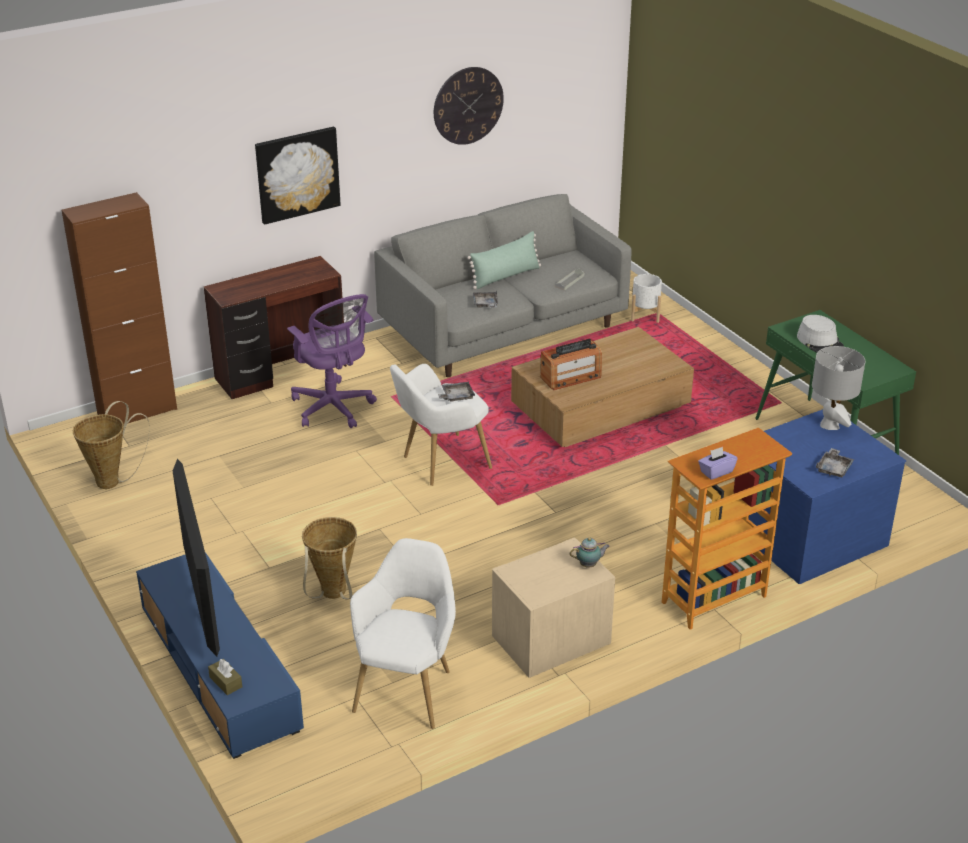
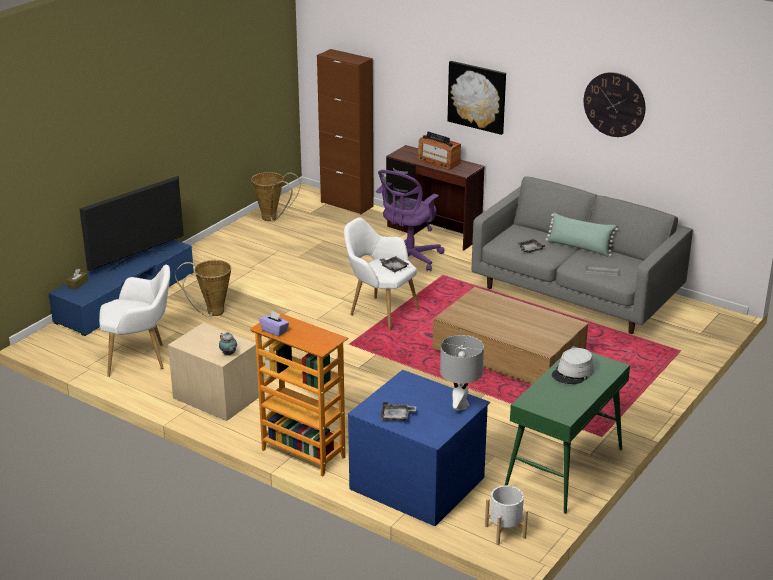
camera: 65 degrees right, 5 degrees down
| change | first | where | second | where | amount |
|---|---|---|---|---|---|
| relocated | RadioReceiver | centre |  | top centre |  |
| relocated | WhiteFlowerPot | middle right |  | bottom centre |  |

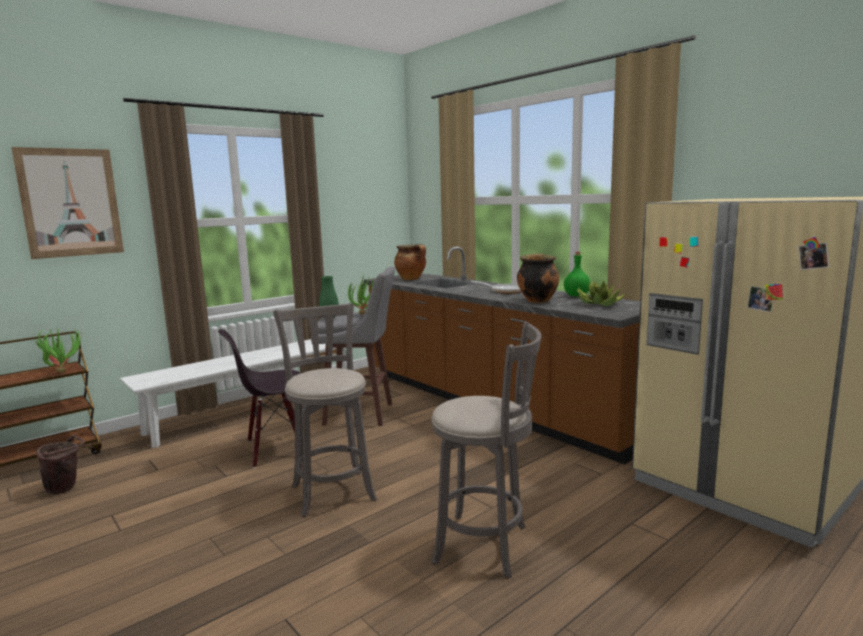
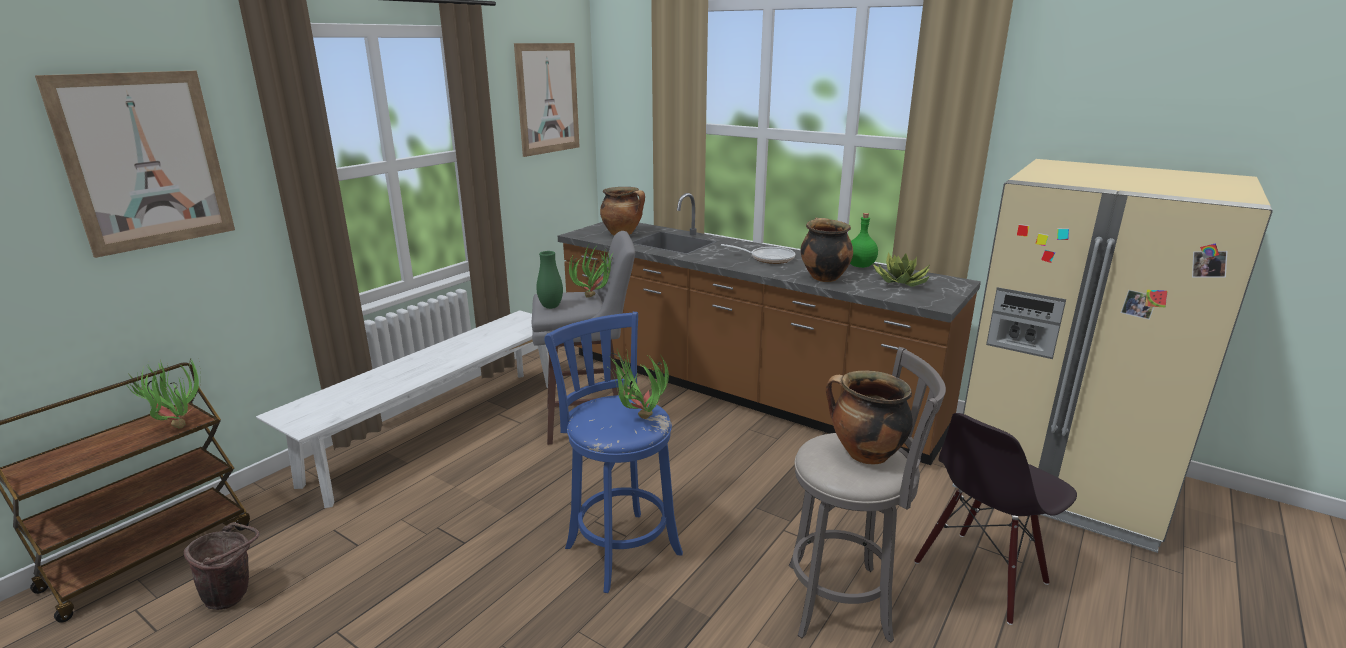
camera: 15 degrees left, 10 degrees up
| change | first | where | second | where | amount |
|---|---|---|---|---|---|
| appeared |  |  | WallArt (no. 2 from left) | top centre |  |
| colour | GrayStool (no. 1 from left) | centre | BlueColouredStool | bottom centre |  |
| appeared |  |  | PlantInAPot (no. 3 from left) | centre |  |
| appeared |  |  | CookingPot (no. 3 from left) | centre |  |
| relocated | BlackishUprightChair | middle left |  | bottom right |  |

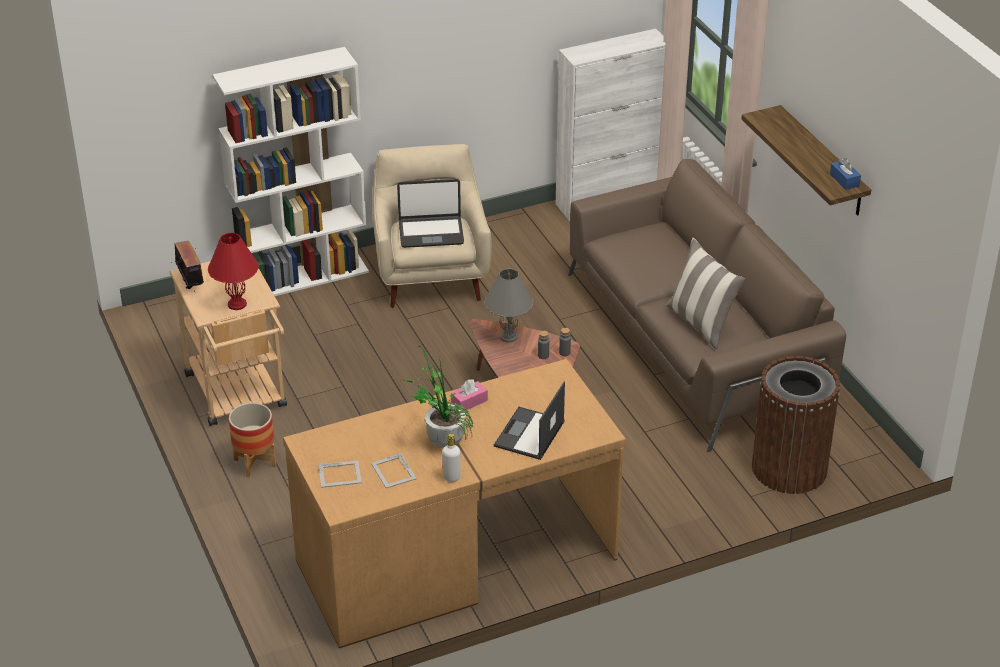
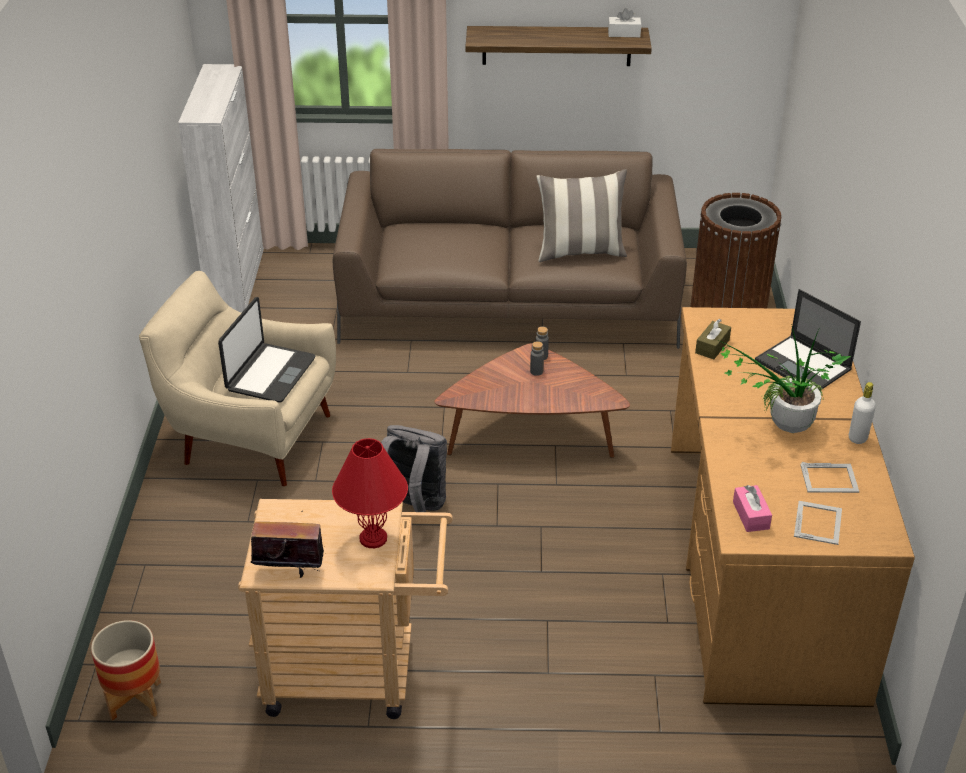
camera: 65 degrees left, 0 degrees up
| change | first | where | second | where | amount |
|---|---|---|---|---|---|
| relocated | FlowerPot | middle left |  | bottom left |  |
| appeared |  |  | GrayRucksack | centre |  |
| colour | BlueColouredBoxOfTissues | top right | WhiteBoxOfTissues | top centre |  |
| appeared |  |  | BrownColouredBoxOfTissues | middle right |  |
| relocated | PinkishBoxOfTissues | centre |  | middle right |  |
| missing | WhiteBookcase | top left |  |  |  |
| missing | GrayTabletopLamp | centre |  |  |  |

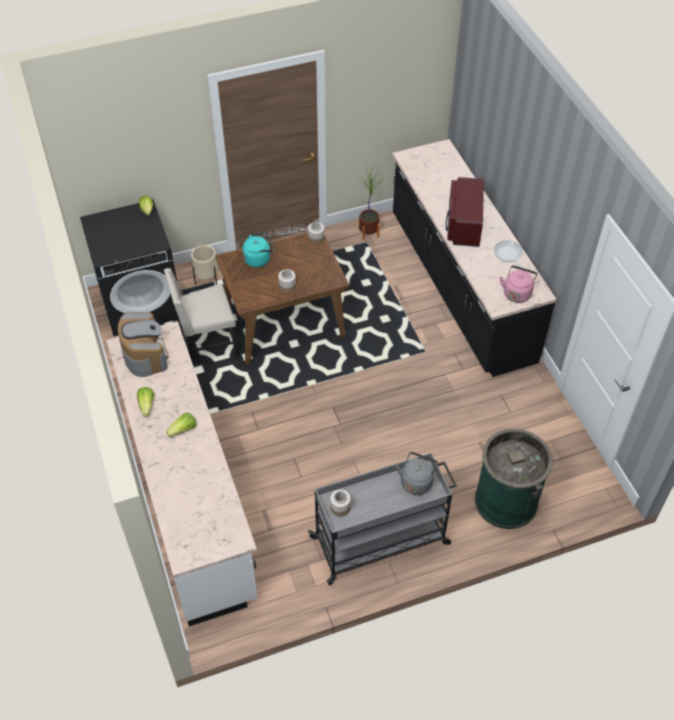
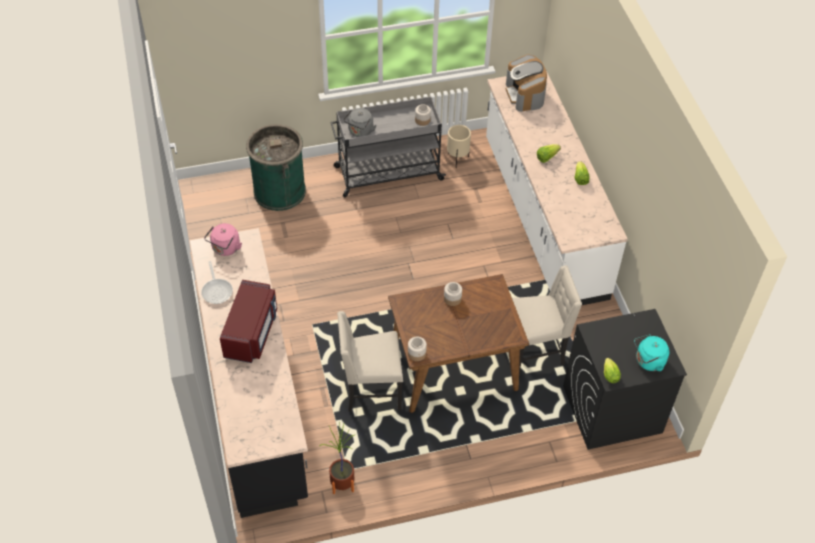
camera: 175 degrees left, 0 degrees up
| change | first | where | second | where | amount |
|---|---|---|---|---|---|
| appeared |  |  | BeigeUprightChair (no. 1 from left) | centre |  |
| relocated | BeigeFlowerPot | middle left |  | top centre |  |
| relocated | CoffeeBrewer | middle left |  | top centre |  |
| relocated | TurquoiseColouredKettle | centre |  | middle right |  |

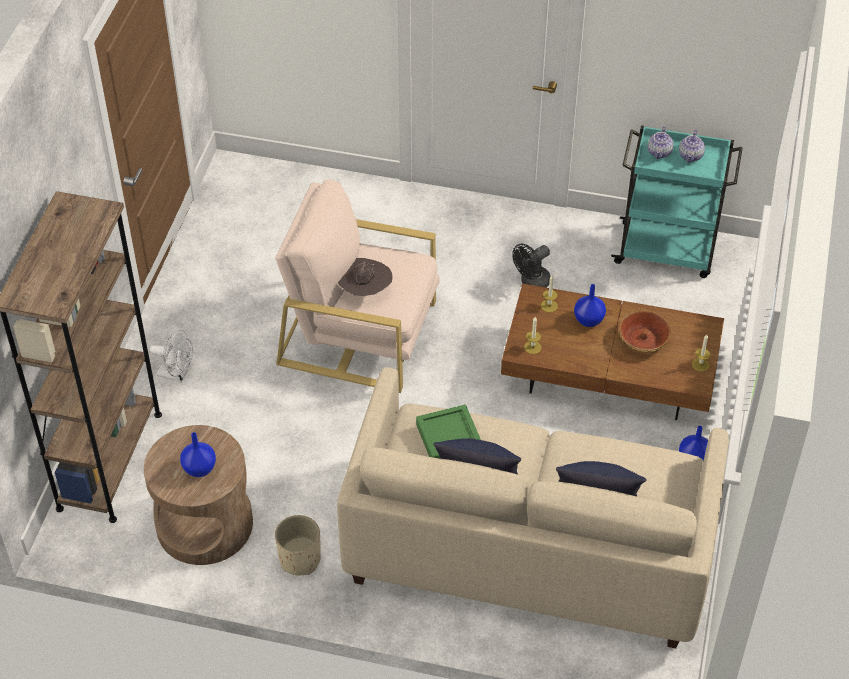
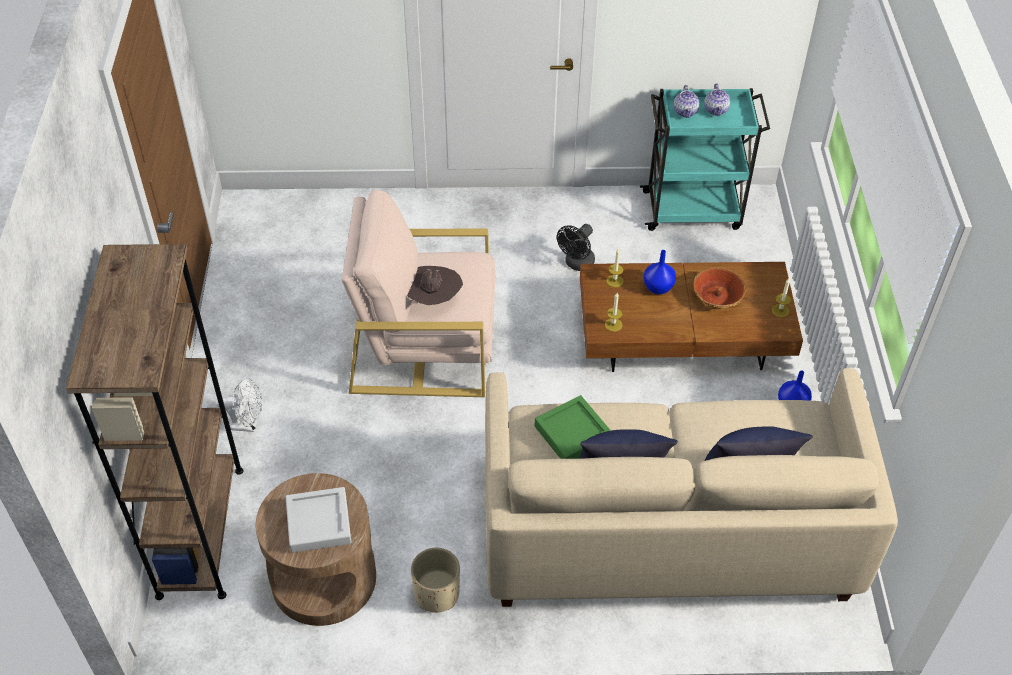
camera: 15 degrees left, 0 degrees up
| change | first | where | second | where | amount |
|---|---|---|---|---|---|
| exchanged | BlueColouredDecorativeVase (no. 1 from left) | bottom left | GrayCarryingTray | bottom left |  |

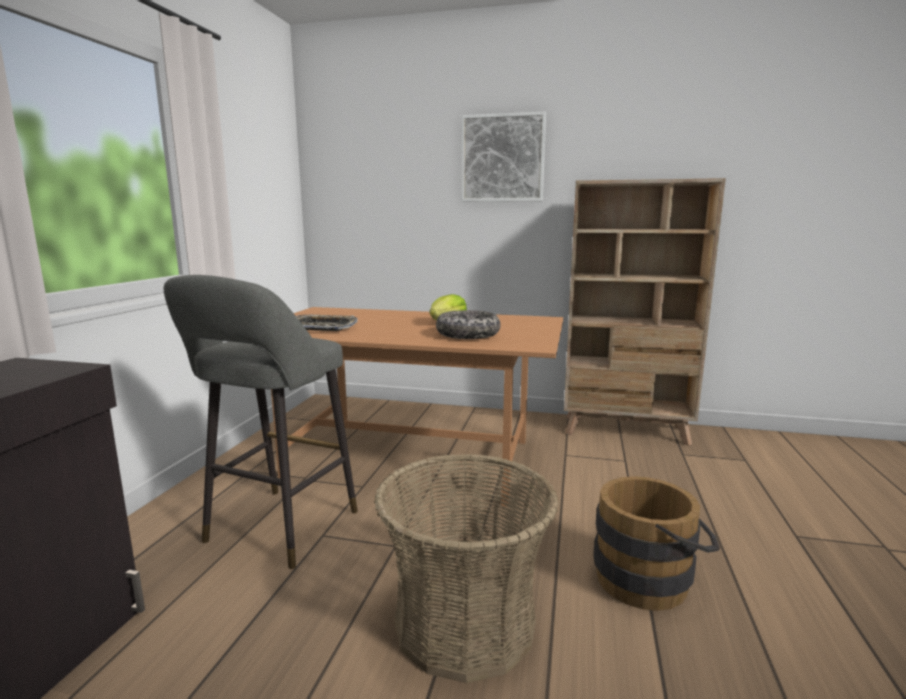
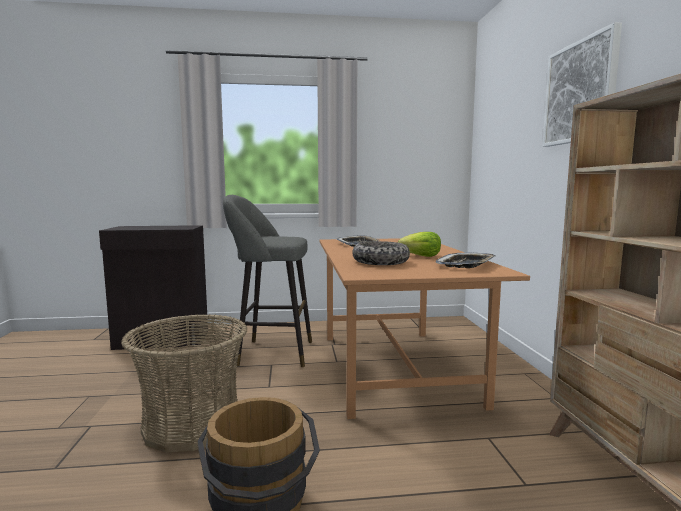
camera: 70 degrees right, 5 degrees down
| change | first | where | second | where | amount |
|---|---|---|---|---|---|
| appeared |  |  | CarryingTray (no. 2 from left) | middle right |  |

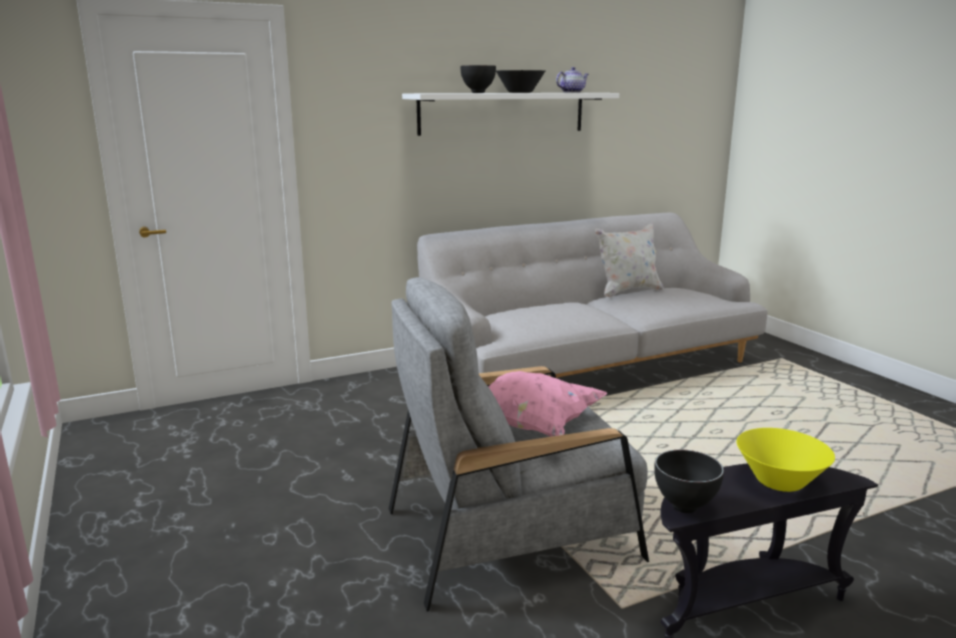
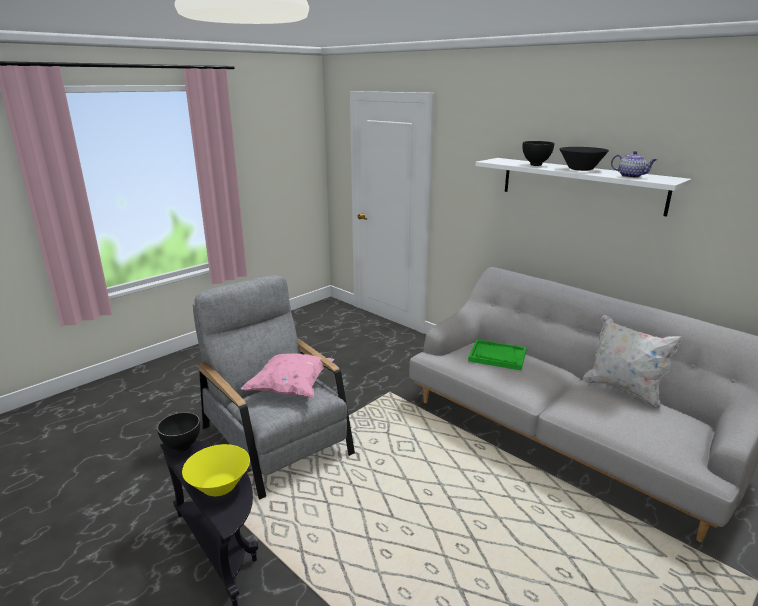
camera: 70 degrees right, 5 degrees up
| change | first | where | second | where | amount |
|---|---|---|---|---|---|
| appeared |  |  | GreenishCarryingTray | centre |  |

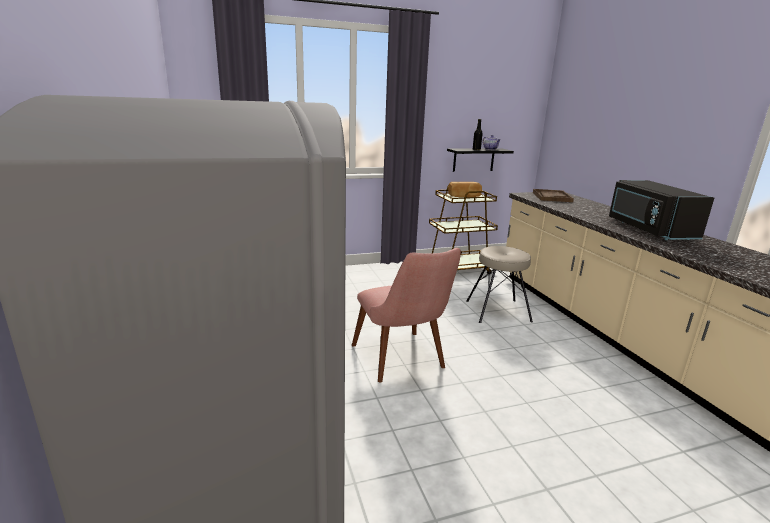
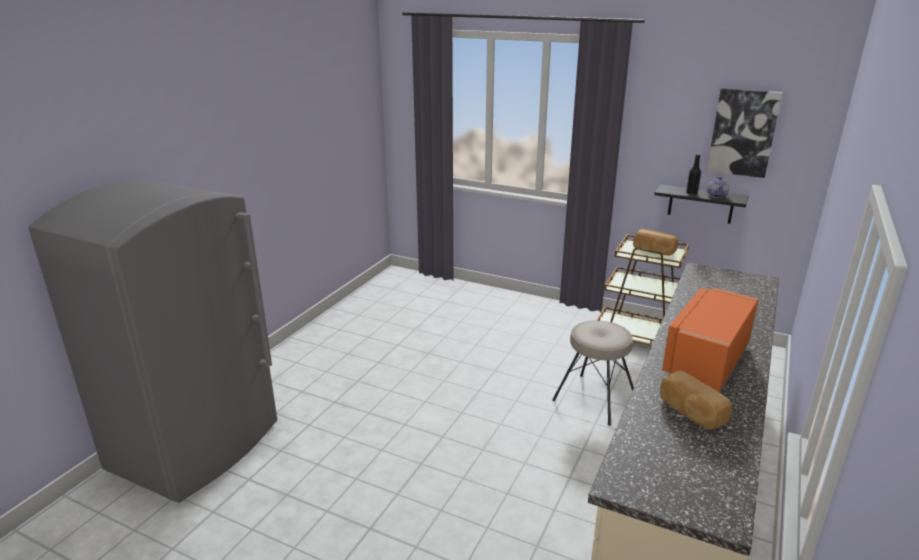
camera: 45 degrees right, 5 degrees up
| change | first | where | second | where | amount |
|---|---|---|---|---|---|
| appeared |  |  | BakeryBread (no. 2 from left) | bottom right |  |
| colour | BlackishMicrowaveOven | middle right | OrangeColouredMicrowaveOven | middle right |  |
| appeared |  |  | WallArt | top right |  |
| missing | PinkishUprightChair | centre |  |  |  |
| missing | BrownColouredCarryingTray | middle right |  |  |  |

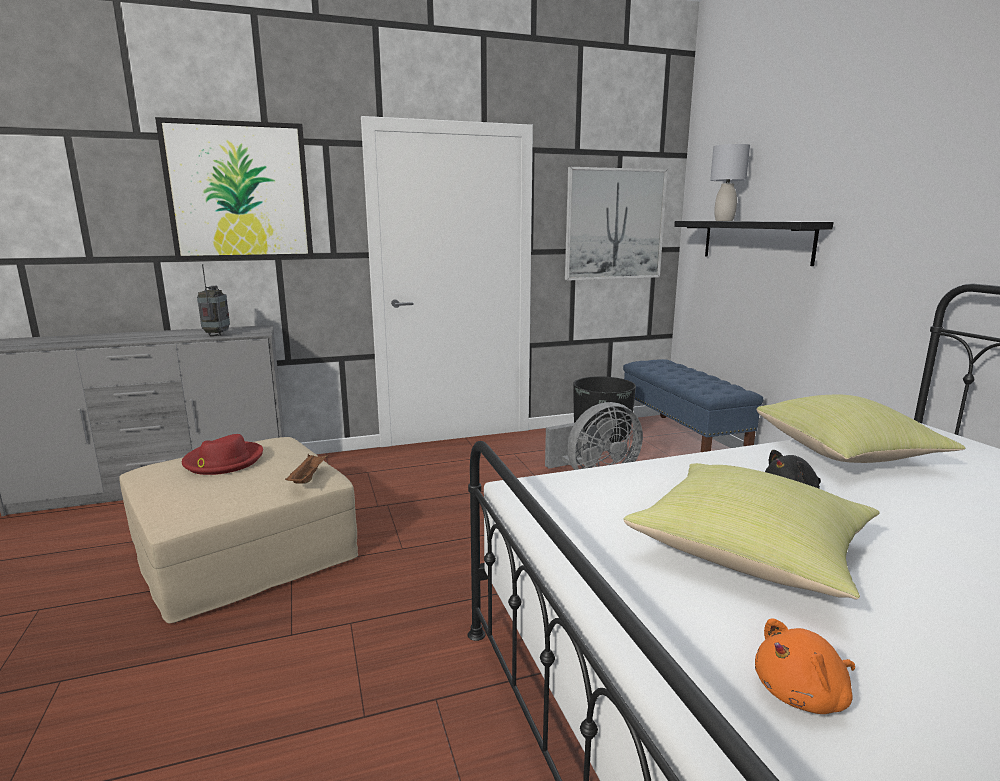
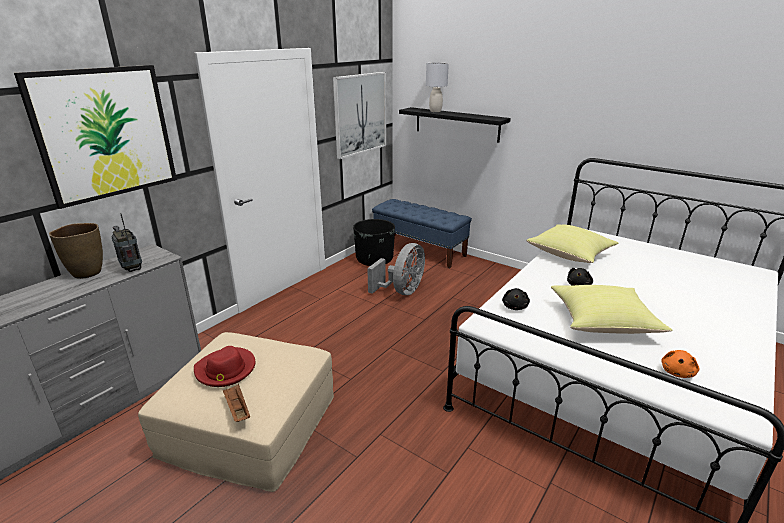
camera: 35 degrees left, 10 degrees up
| change | first | where | second | where | amount |
|---|---|---|---|---|---|
| appeared |  |  | BrownColouredDecorativeVase | middle left |  |
| relocated | BrownColouredCarryingTray | middle left |  | bottom left |  |
| appeared |  |  | BlackishCuddlyToy (no. 1 from left) | centre |  |

